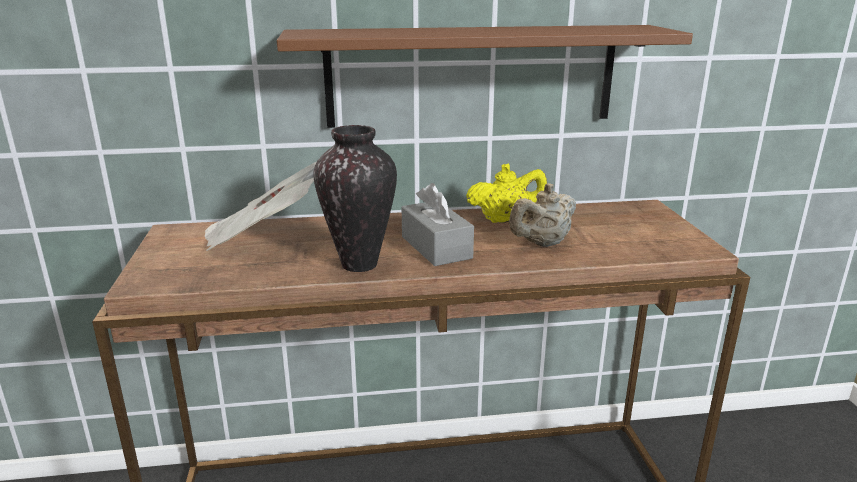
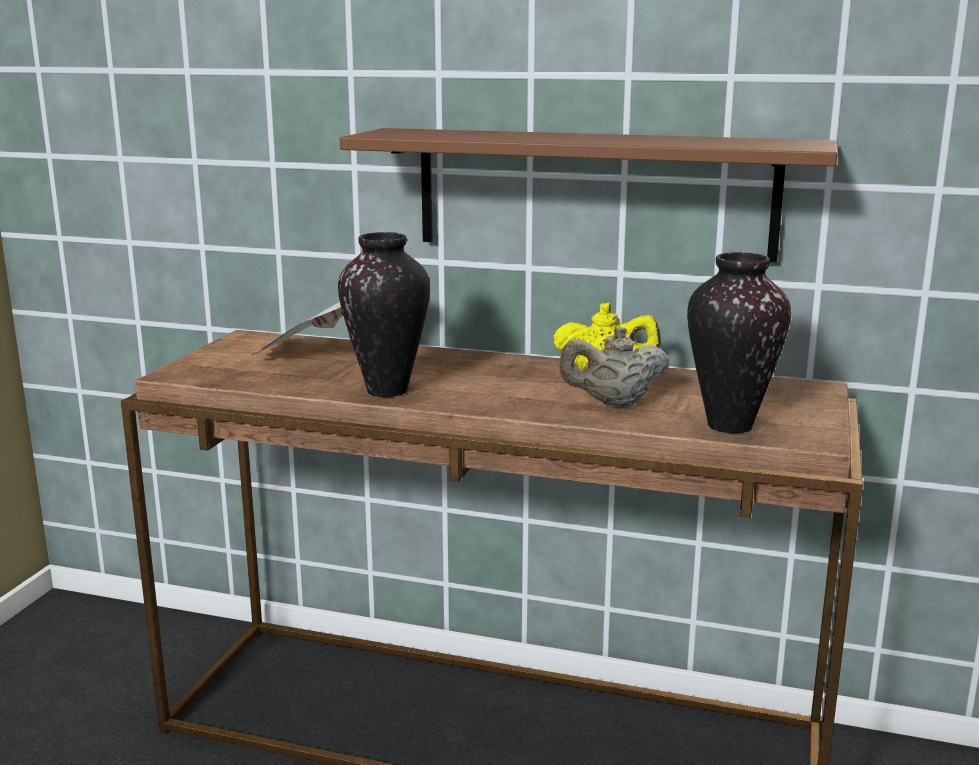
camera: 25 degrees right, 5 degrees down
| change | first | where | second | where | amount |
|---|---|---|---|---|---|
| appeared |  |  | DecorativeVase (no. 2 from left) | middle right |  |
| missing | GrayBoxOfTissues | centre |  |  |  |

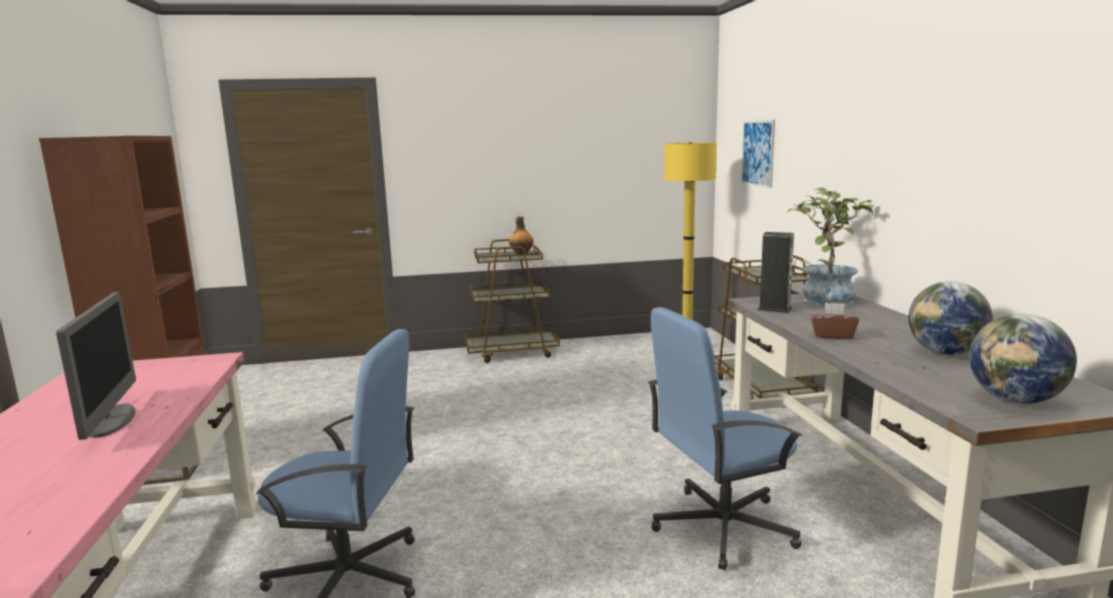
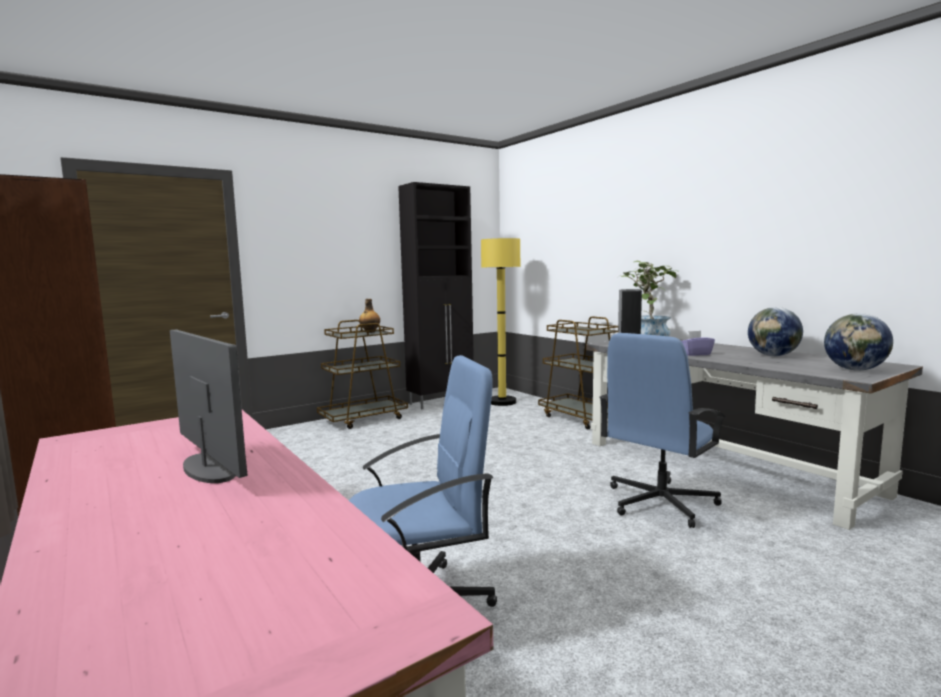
camera: 25 degrees left, 5 degrees down
| change | first | where | second | where | amount |
|---|---|---|---|---|---|
| appeared |  |  | BlackishStorageCabinet | centre |  |
| colour | BrownColouredBoxOfTissues | middle right | PurpleBoxOfTissues | middle right |  |
| missing | WallArt | top right |  |  |  |

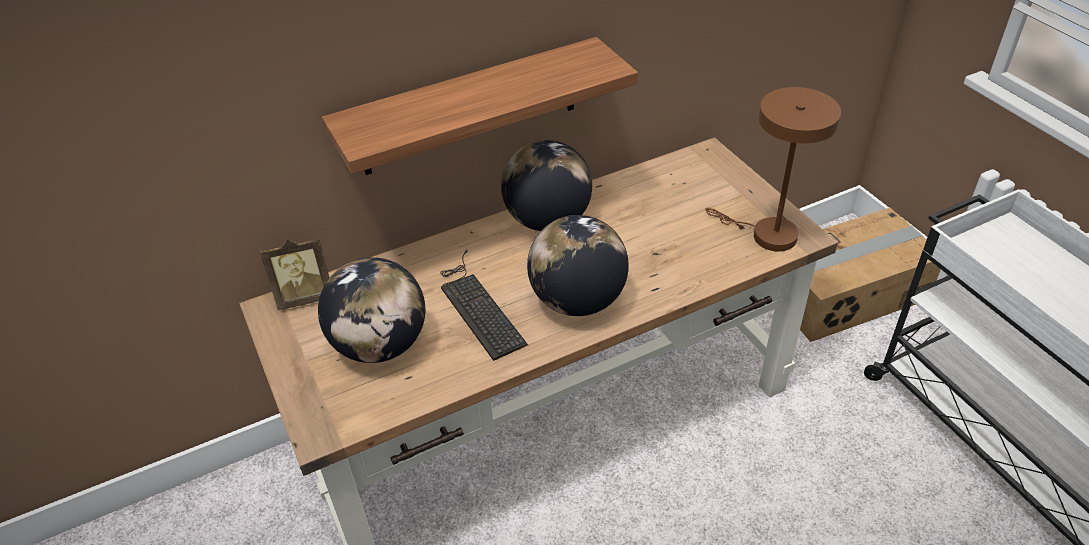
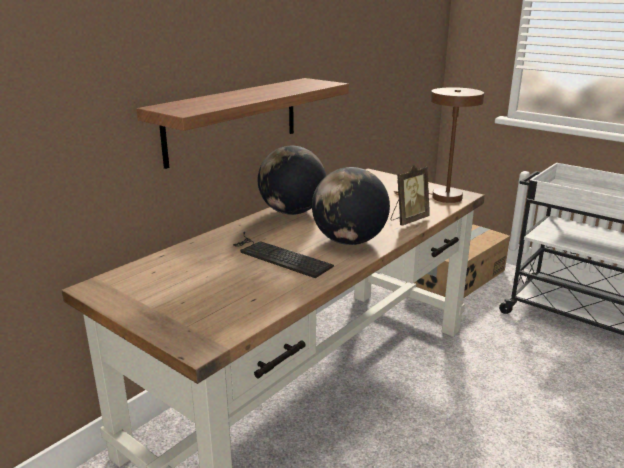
camera: 25 degrees left, 20 degrees down
| change | first | where | second | where | amount |
|---|---|---|---|---|---|
| relocated | StandingFrame | middle left |  | centre |  |
| missing | DeskGlobe (no. 1 from left) | centre |  |  |  |

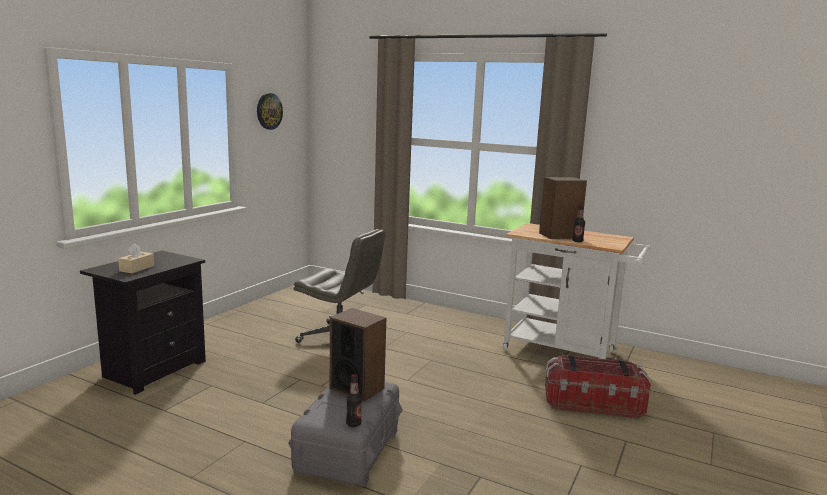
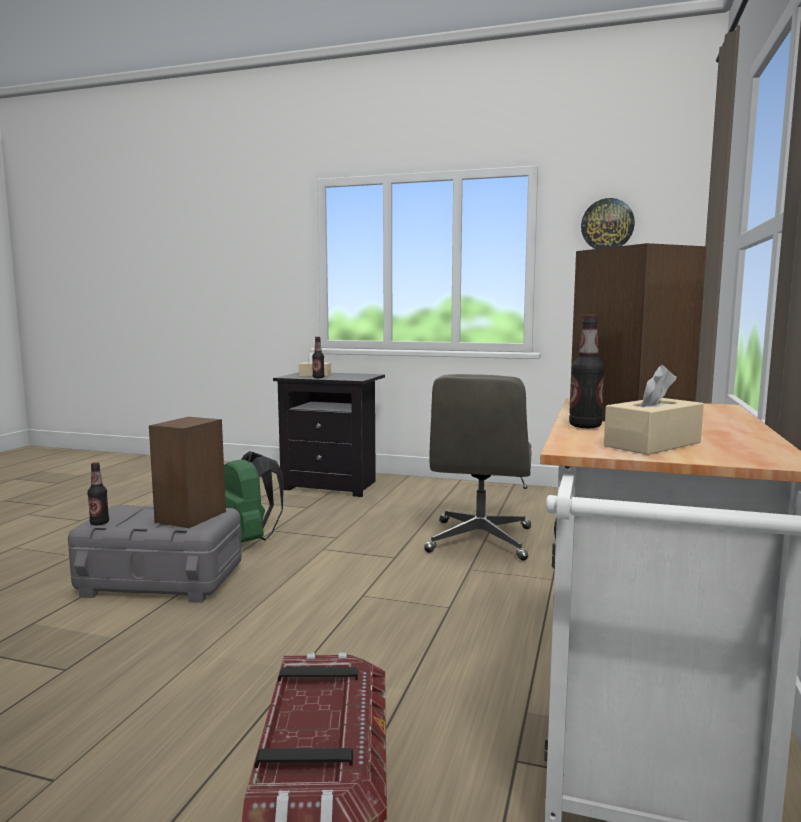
camera: 80 degrees right, 5 degrees down
| change | first | where | second | where | amount |
|---|---|---|---|---|---|
| appeared |  |  | GreenishRucksack | middle left |  |
| appeared |  |  | BeverageBottle (no. 2 from left) | centre |  |
| appeared |  |  | BeigeBoxOfTissues (no. 2 from left) | middle right |  |

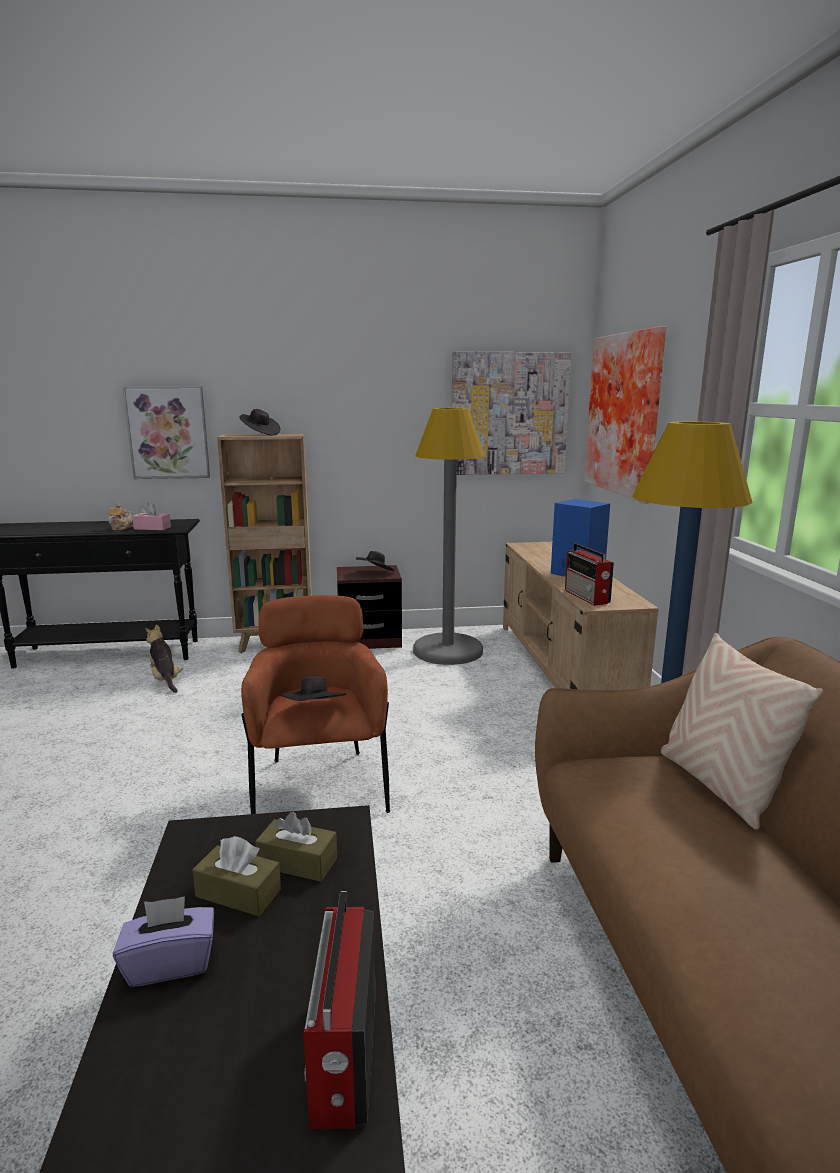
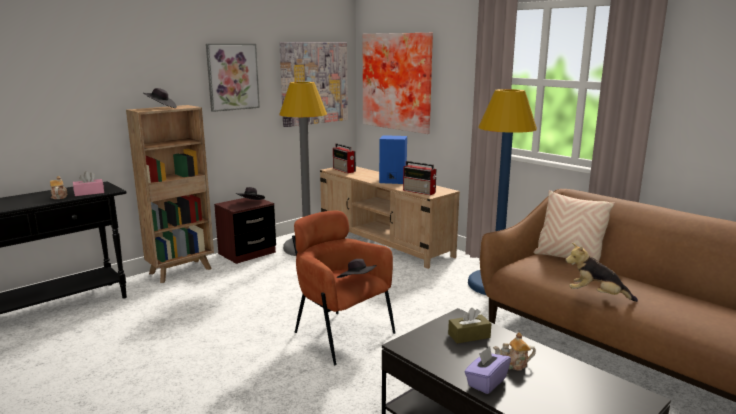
camera: 35 degrees left, 0 degrees up
| change | first | where | second | where | amount |
|---|---|---|---|---|---|
| relocated | WallArt (no. 1 from left) | middle left |  | top left |  |
| relocated | RadioReceiver (no. 1 from left) | bottom centre |  | centre |  |
| appeared |  |  | TeaPot (no. 2 from left) | bottom right |  |
| relocated | CuddlyToy | middle left |  | middle right |  |
| missing | BrownColouredBoxOfTissues (no. 1 from left) | bottom left |  |  |  |

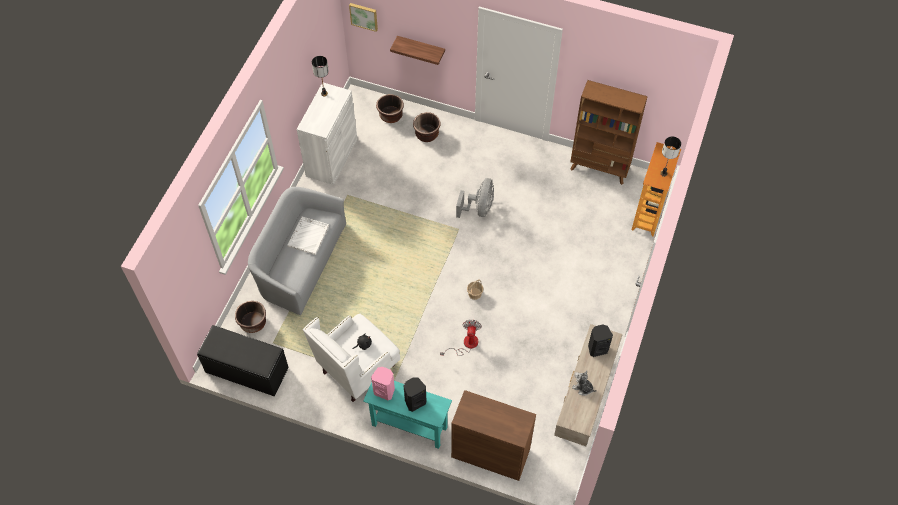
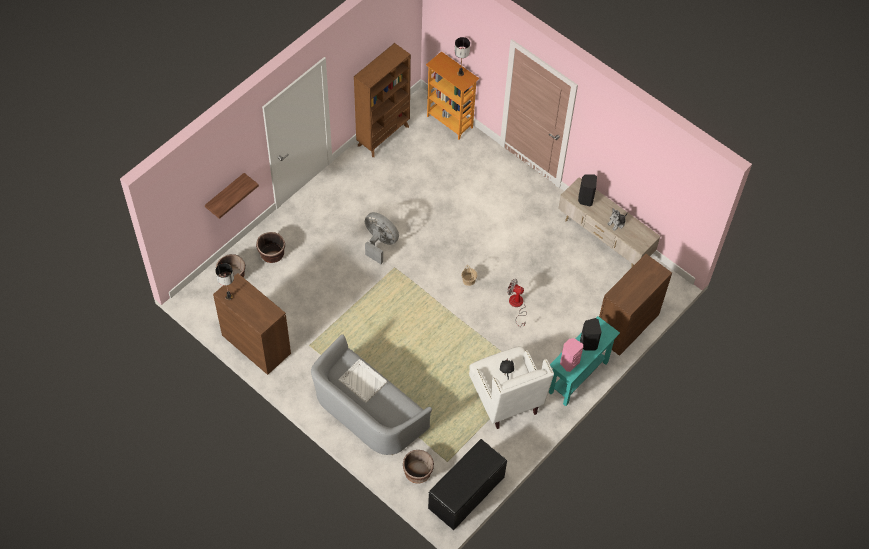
camera: 70 degrees left, 0 degrees up
| change | first | where | second | where | amount |
|---|---|---|---|---|---|
| colour | WhiteStorageCabinet | top centre | BrownColouredStorageCabinet (no. 1 from left) | middle left |  |
| missing | WallArt | top centre |  |  |  |

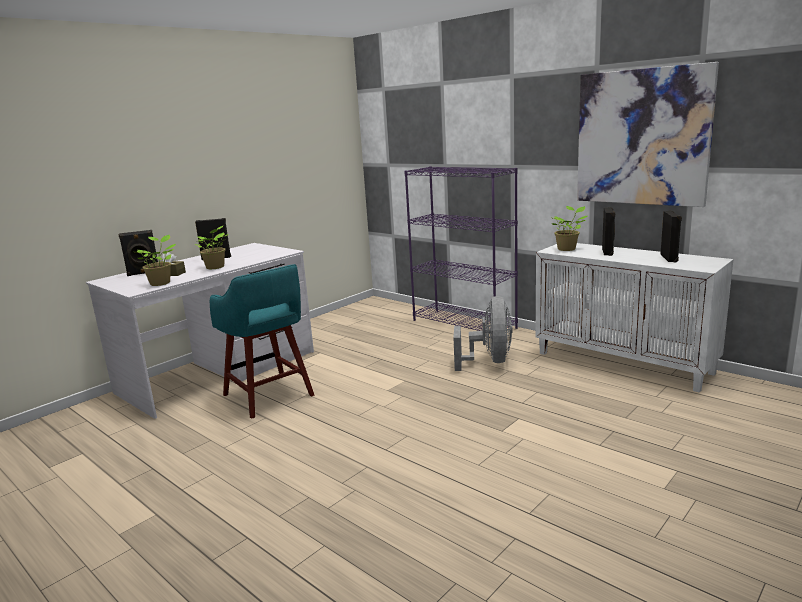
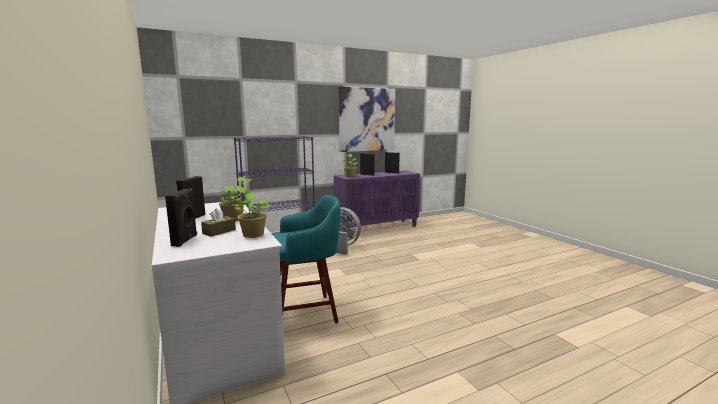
camera: 70 degrees left, 5 degrees down
| change | first | where | second | where | amount |
|---|---|---|---|---|---|
| colour | WhiteStorageCabinet | middle right | PurpleStorageCabinet | centre |  |

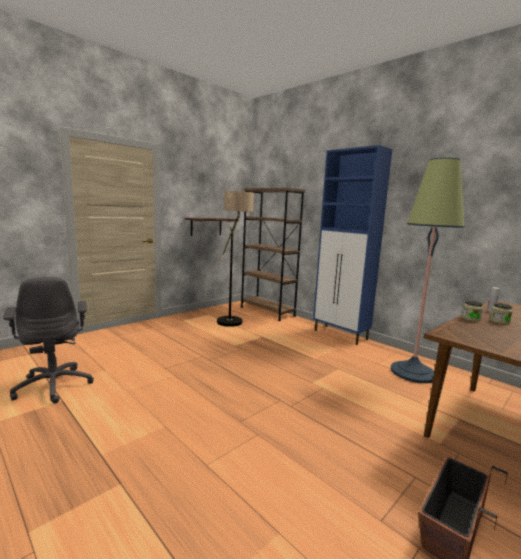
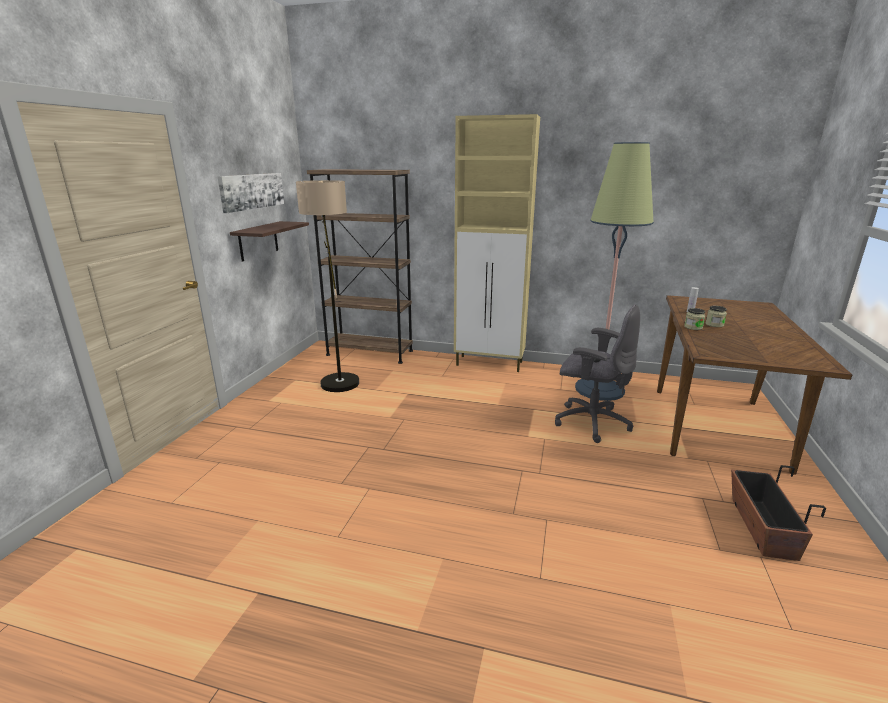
camera: 30 degrees left, 10 degrees up
| change | first | where | second | where | amount |
|---|---|---|---|---|---|
| appeared |  |  | WallArt | top left |  |
| colour | BlueColouredStorageCabinet | middle right | BeigeStorageCabinet | centre |  |
| relocated | GrayOfficeChair | middle left |  | middle right |  |

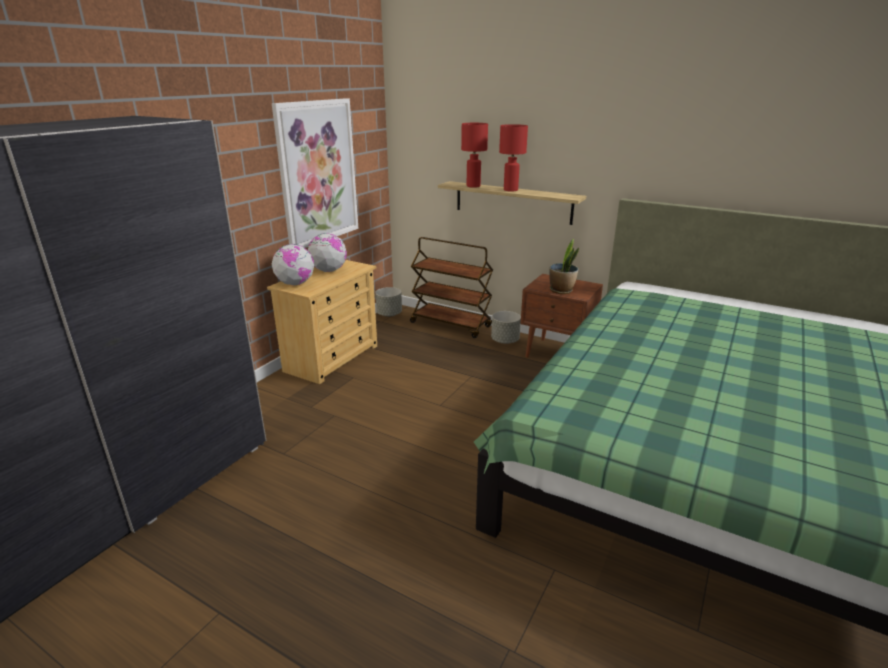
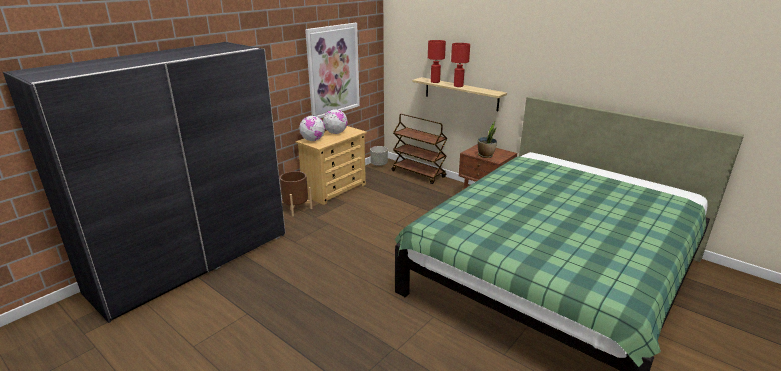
camera: 10 degrees right, 0 degrees up
| change | first | where | second | where | amount |
|---|---|---|---|---|---|
| appeared |  |  | BrownColouredFlowerPot | centre |  |
| missing | GrayFlowerPot (no. 2 from left) | centre |  |  |  |

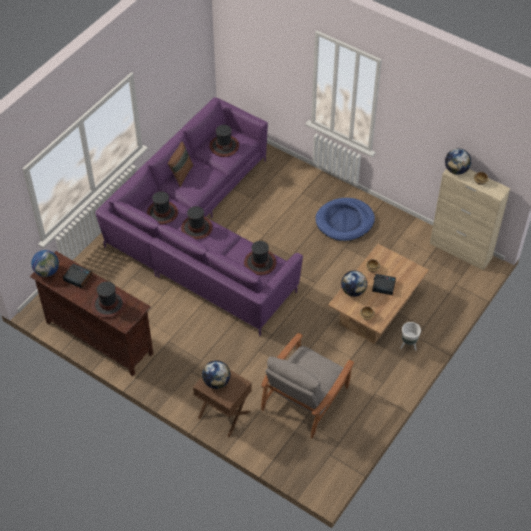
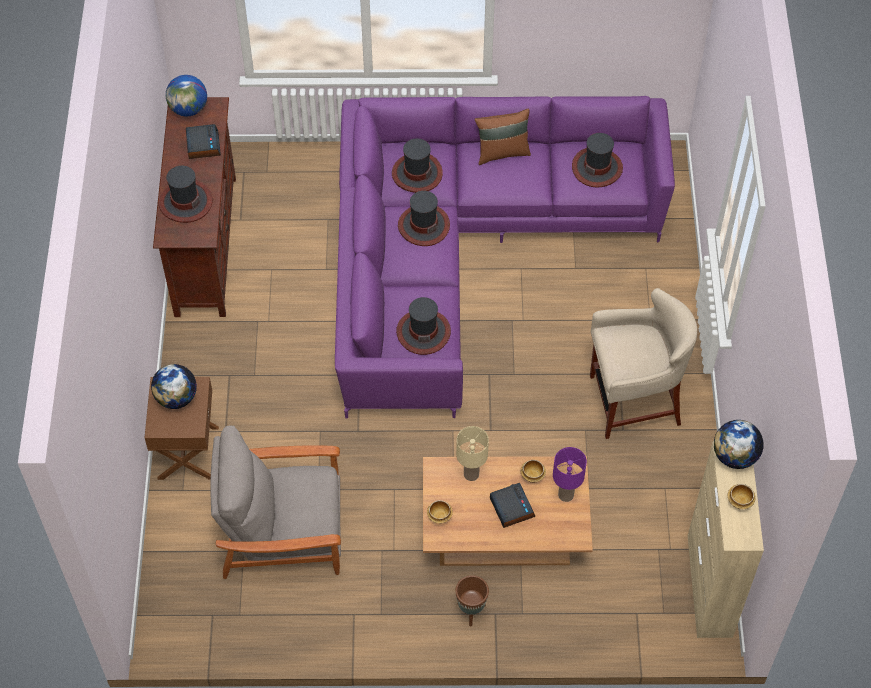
camera: 55 degrees right, 5 degrees up
| change | first | where | second | where | amount |
|---|---|---|---|---|---|
| colour | WhiteFlowerPot | middle right | BrownColouredFlowerPot | bottom centre |  |
| exchanged | DeskGlobe (no. 3 from left) | middle right | BeigeTabletopLamp | centre |  |
| appeared |  |  | PurpleTabletopLamp | bottom centre |  |
| exchanged | BlueColouredDogCushion | centre | BeigeStool | middle right |  |

